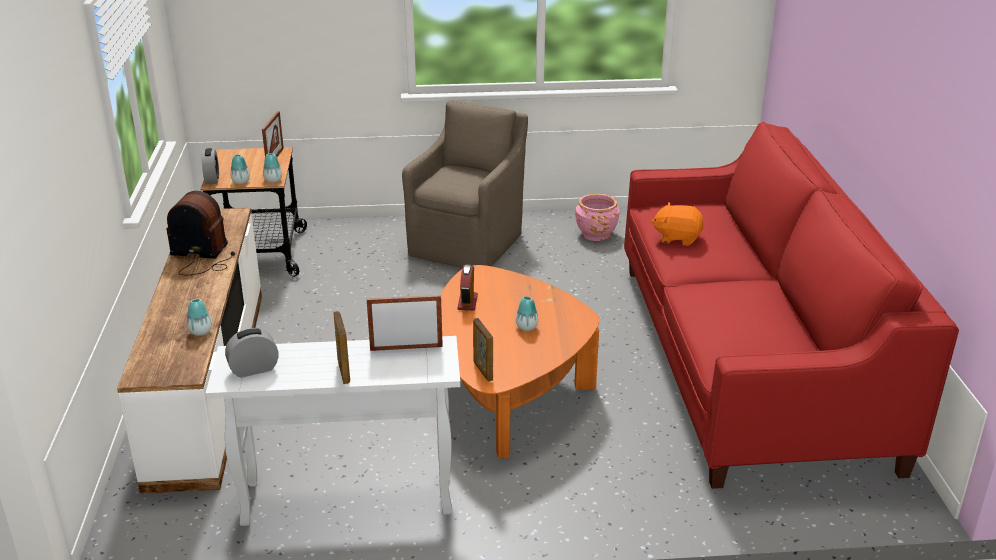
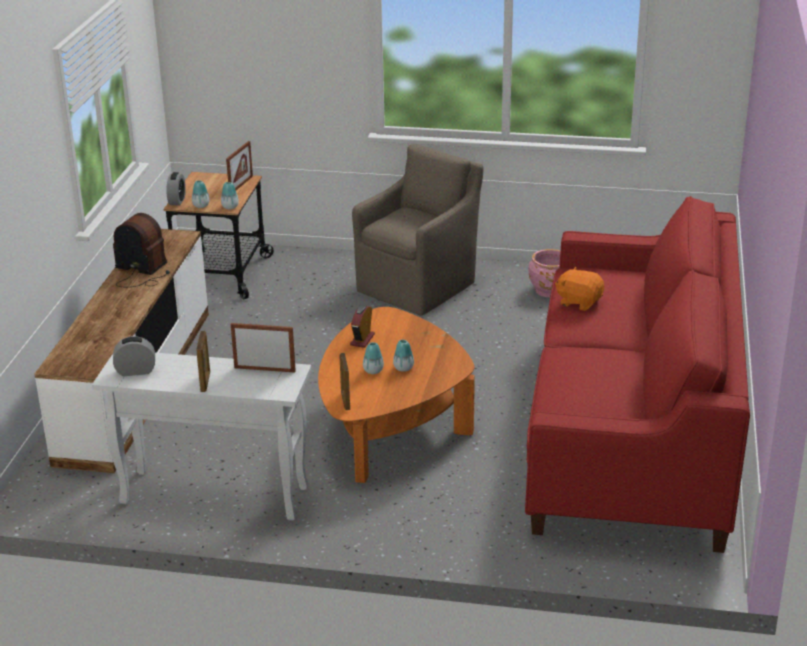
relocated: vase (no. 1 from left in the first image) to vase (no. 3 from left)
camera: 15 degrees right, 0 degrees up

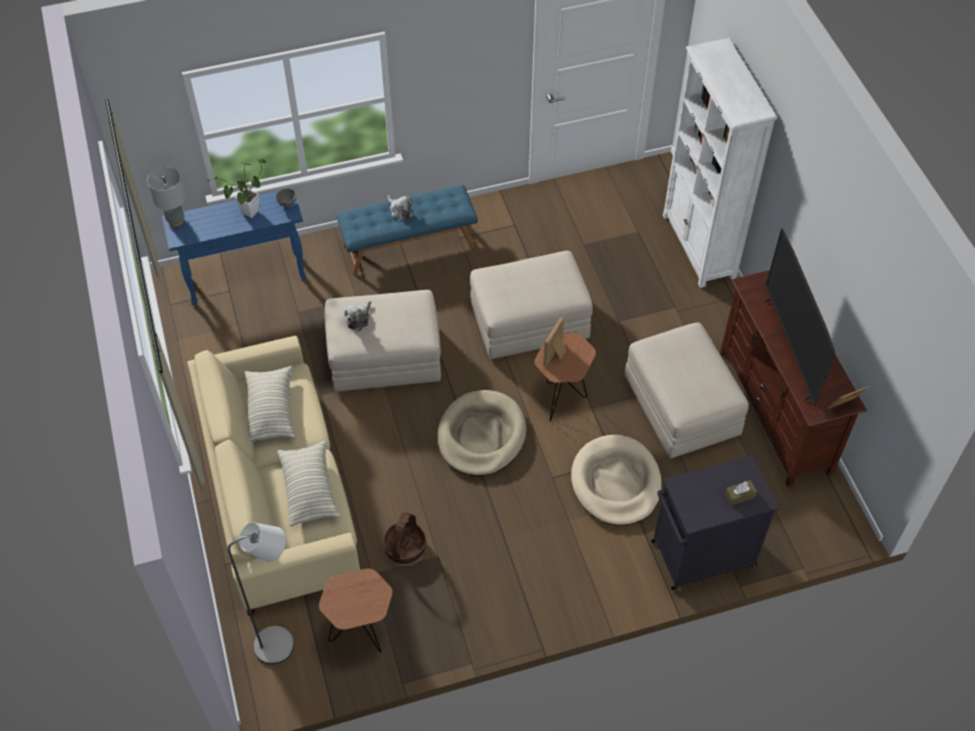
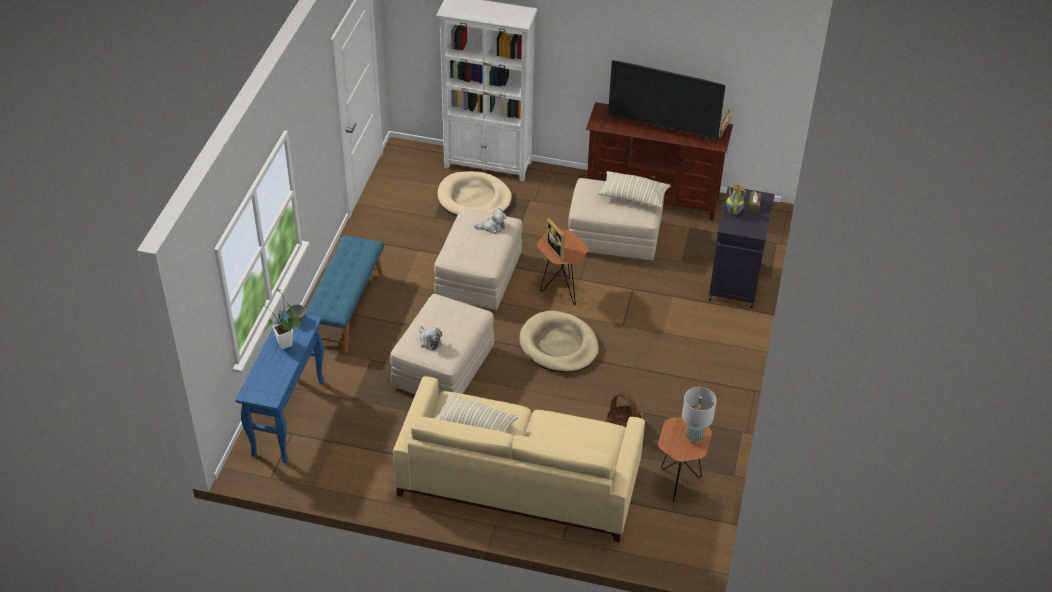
missing: lampadaire [gris]
appeared: vase
relocated: lampe de table [gris]; coussin (no. 2 from left); peluche (no. 2 from left); panier pour chien [beige] (no. 2 from left in the first image) to panier pour chien [beige] (no. 1 from left)
camera: 60 degrees left, 10 degrees down

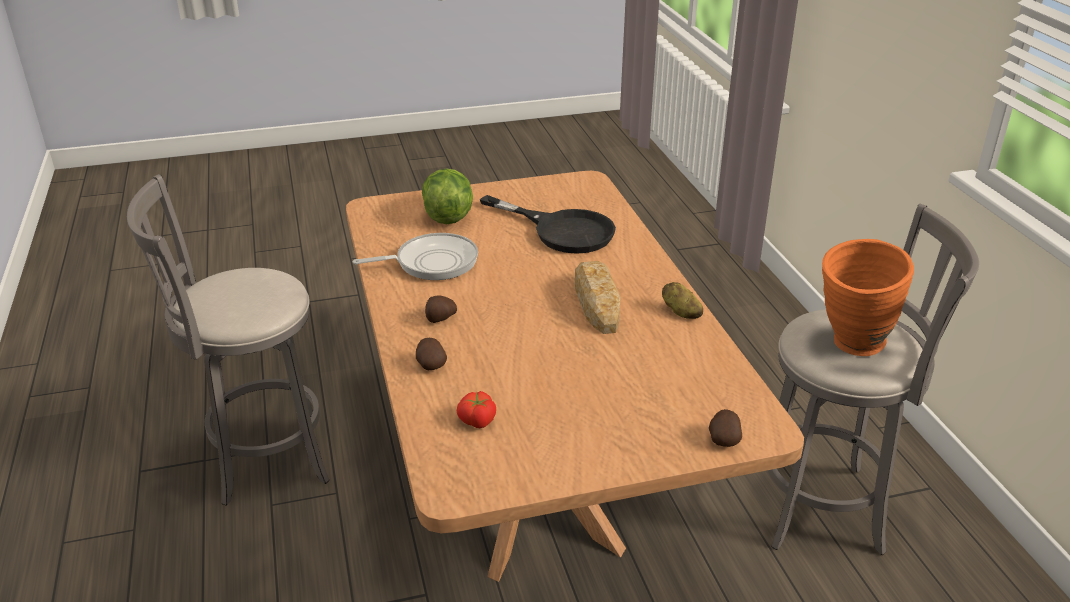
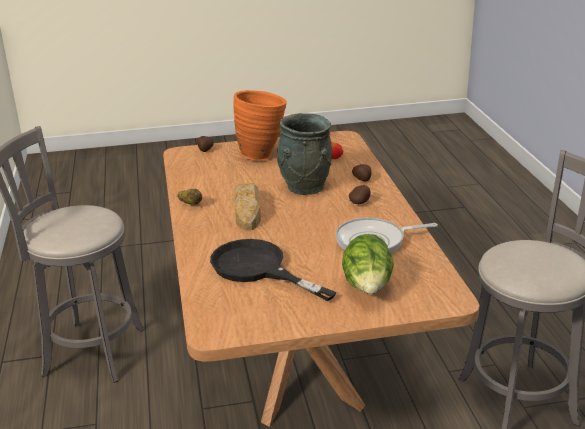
appeared: vase [gris]
relocated: vase [orange]
camera: 175 degrees left, 5 degrees down

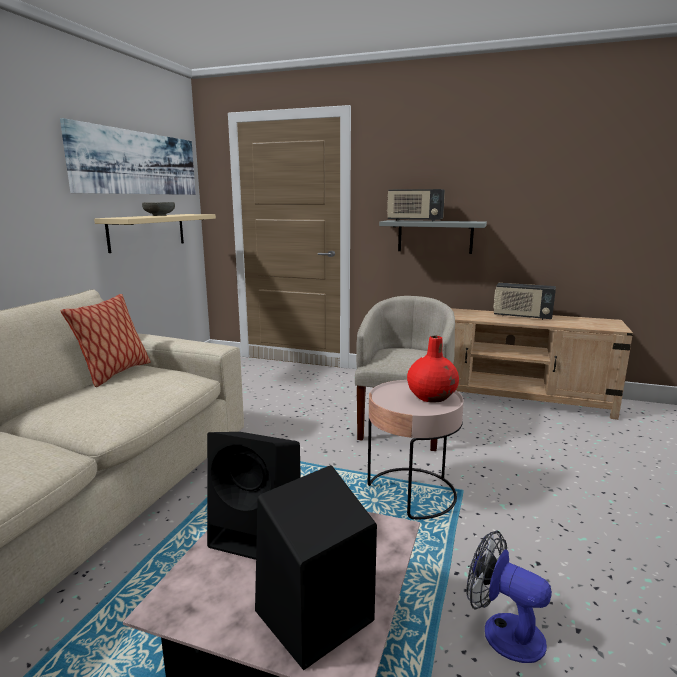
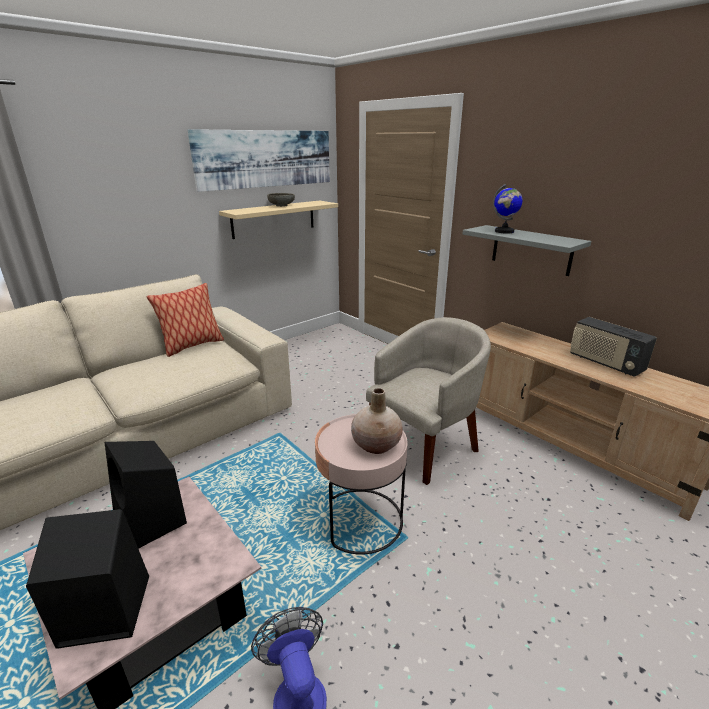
exchanged: radio (no. 1 from left) to globe
colour: vase [rouge] to vase [beige]
camera: 30 degrees right, 10 degrees up

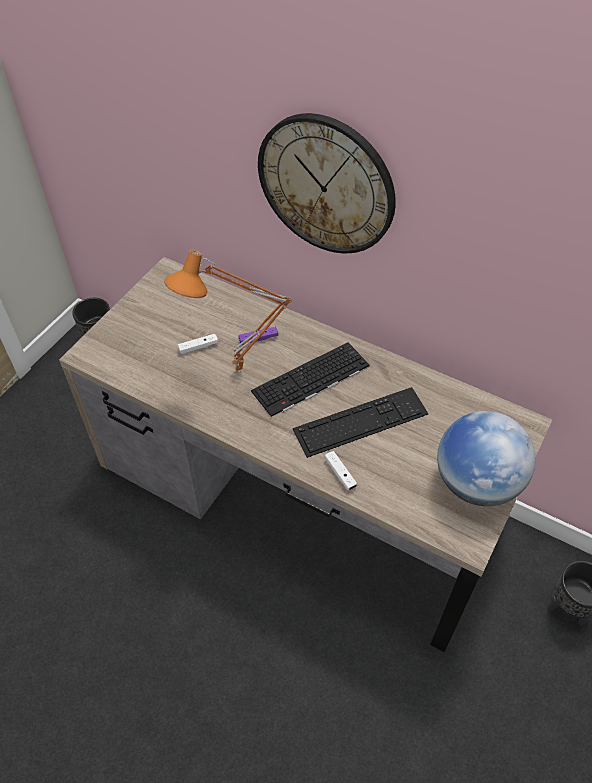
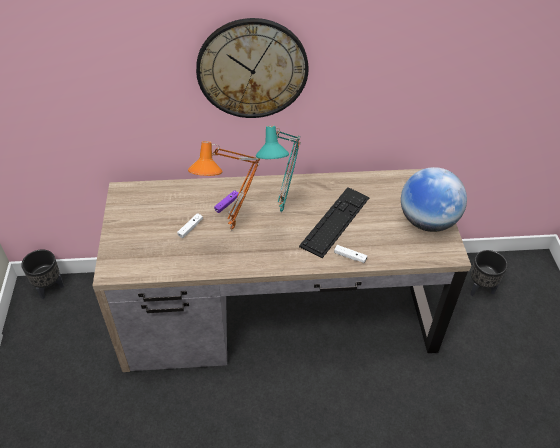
exchanged: clavier (no. 1 from left) to lampe de table [turquoise]
camera: 35 degrees left, 5 degrees down

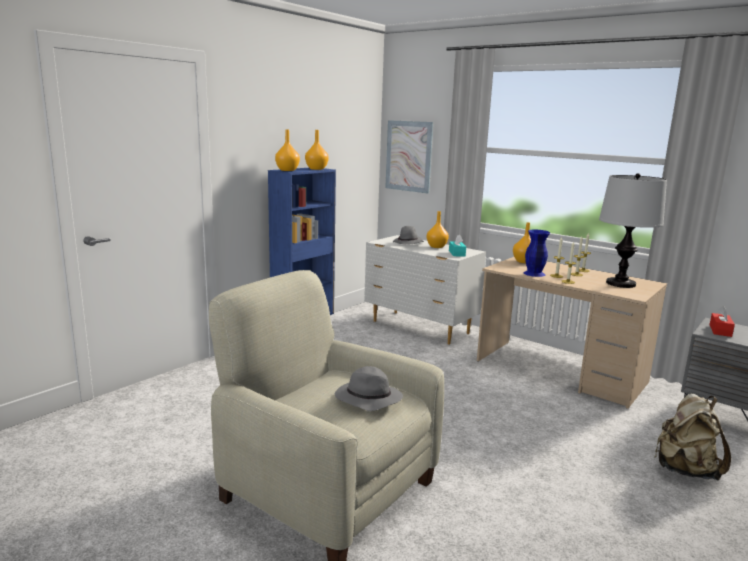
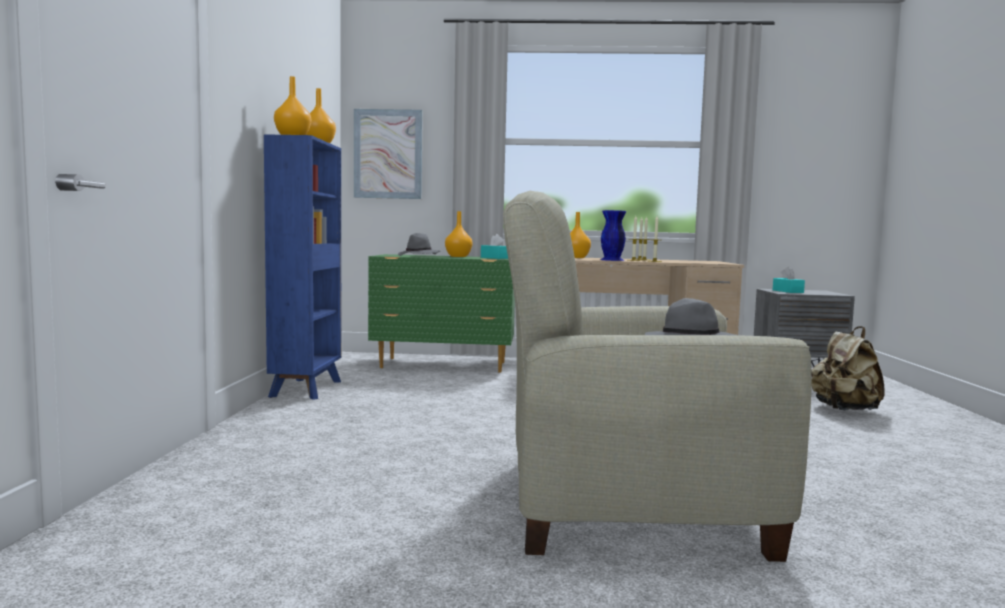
missing: lampe de table
colour: commode [blanc] to commode [vert]; boîte à mouchoirs [rouge] to boîte à mouchoirs [turquoise] (no. 2 from left)
camera: 35 degrees left, 10 degrees down

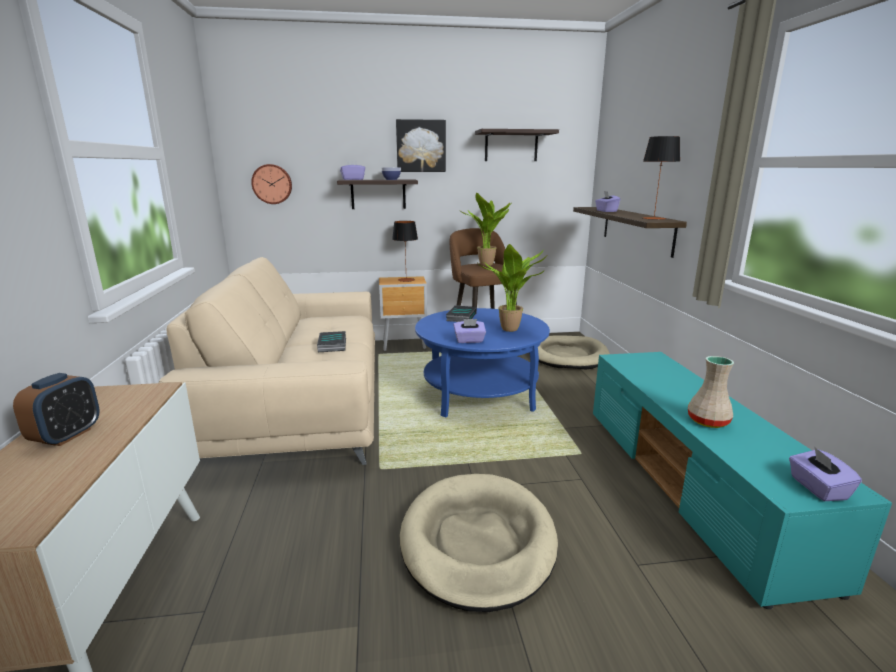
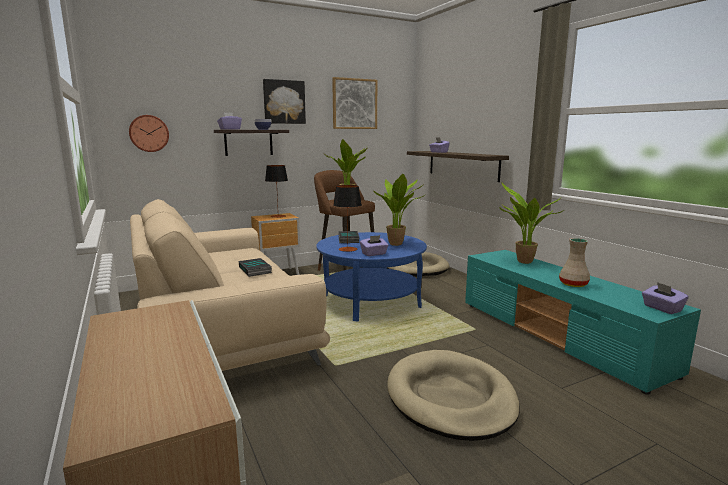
missing: réveil
appeared: plante en pot (no. 3 from left)
relocated: lampe de table (no. 2 from left)
exchanged: étagère (no. 2 from left) to tableau (no. 2 from left)
camera: 20 degrees left, 5 degrees down

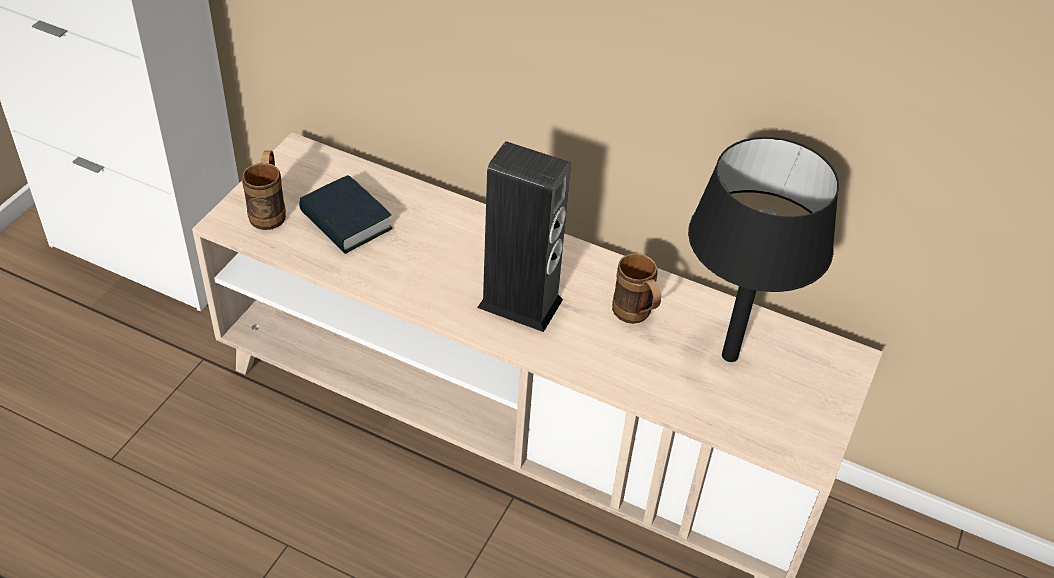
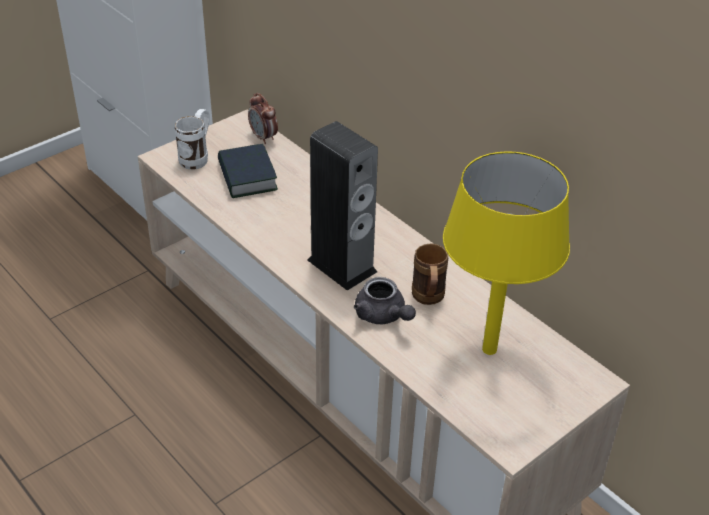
appeared: réveil; théière [gris]
colour: mug [marron] (no. 1 from left) to mug [blanc]; lampe de table [noir] to lampe de table [jaune]
camera: 25 degrees right, 5 degrees down

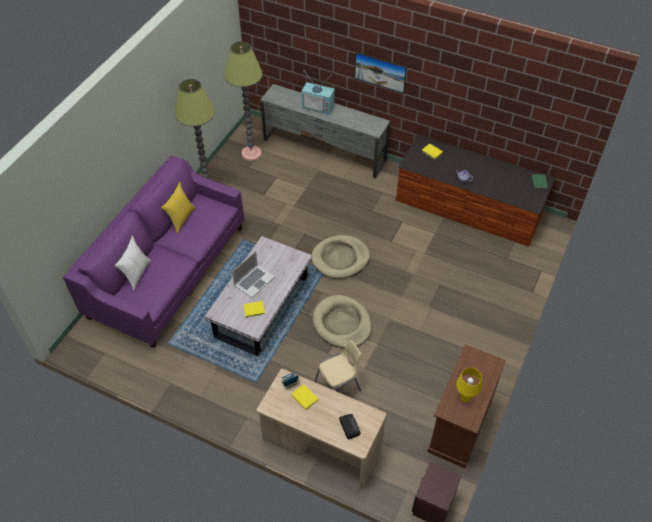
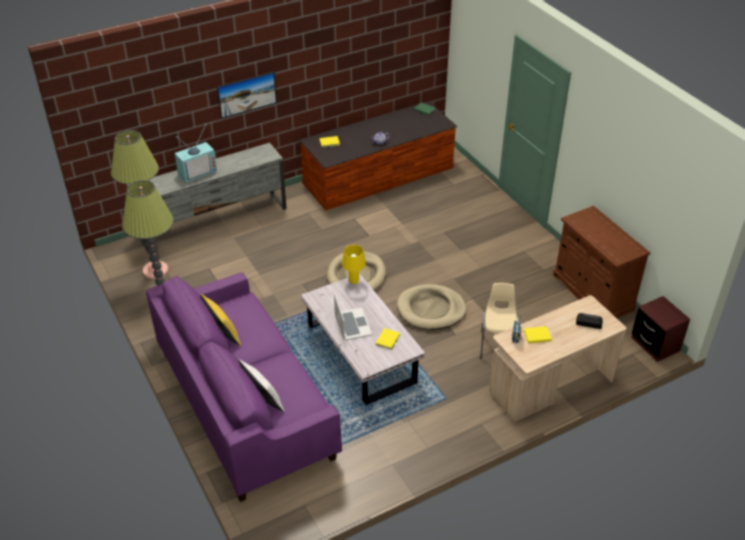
relocated: lampe de table [jaune]
camera: 55 degrees left, 10 degrees down

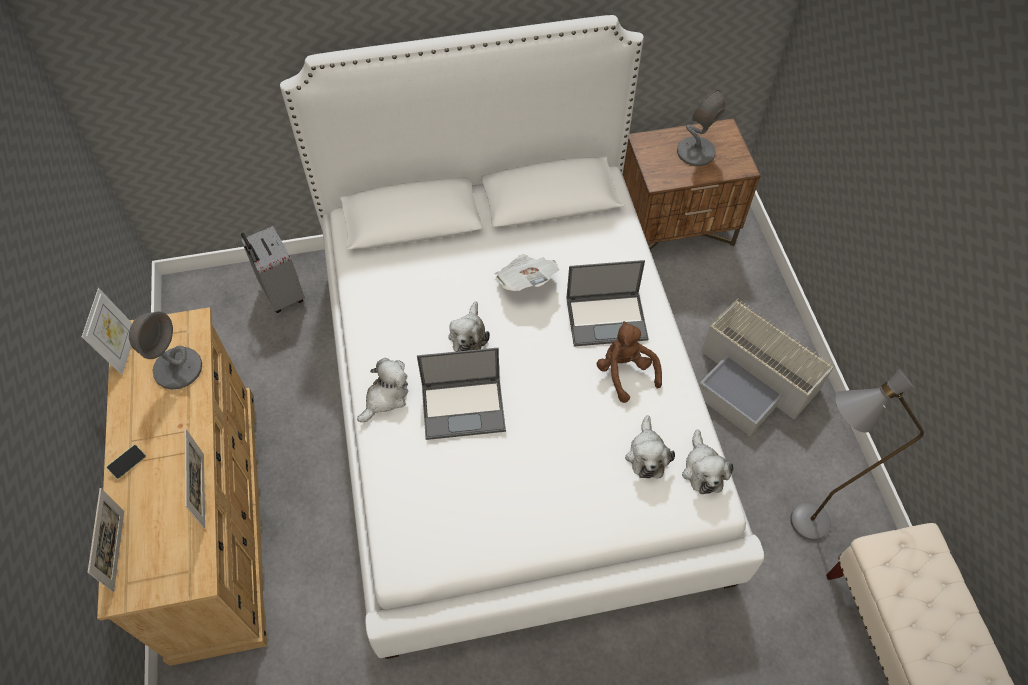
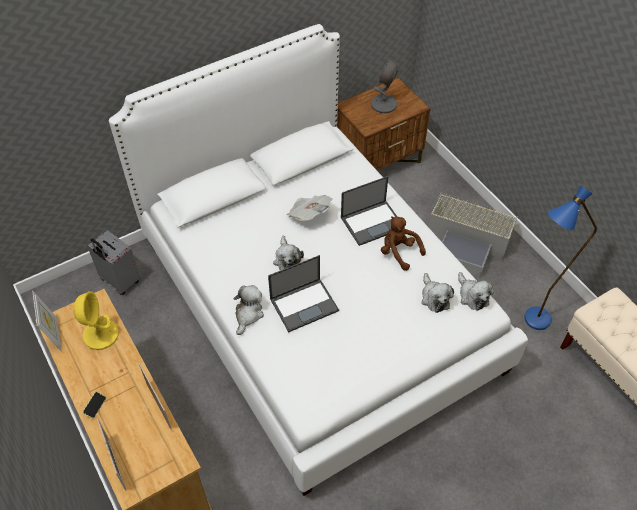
colour: lampe de table [gris] (no. 1 from left) to lampe de table [jaune]; lampadaire [gris] to lampadaire [bleu]
camera: 20 degrees left, 5 degrees down

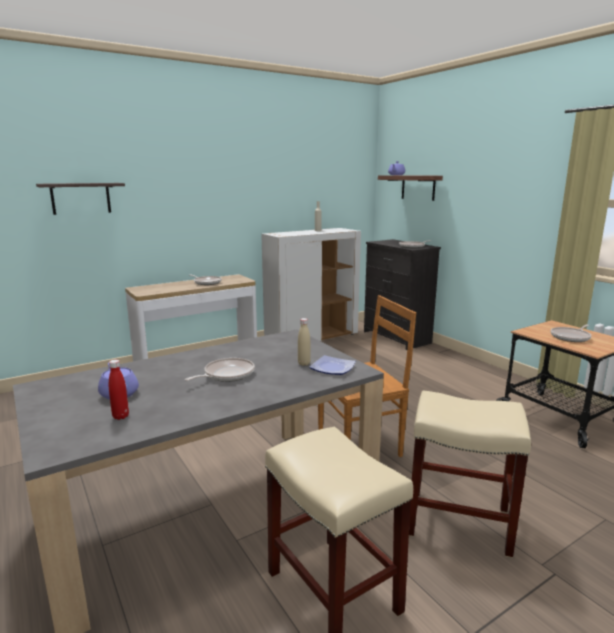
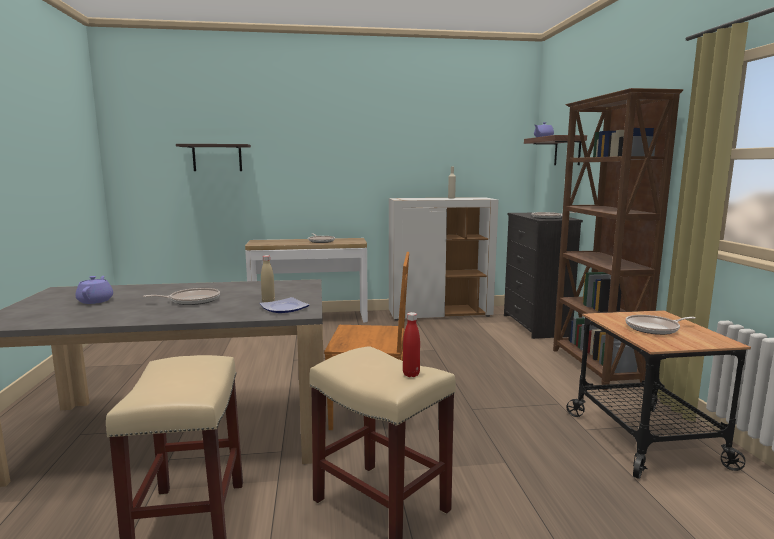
appeared: bibliothèque [marron]
relocated: bouteille [rouge]
camera: 25 degrees right, 5 degrees down

